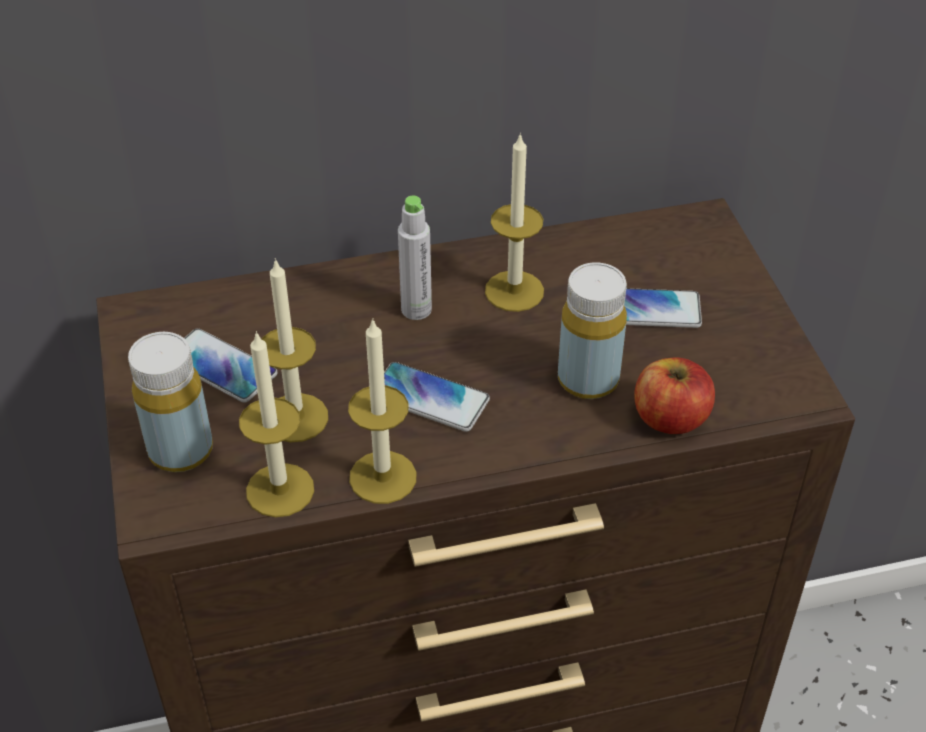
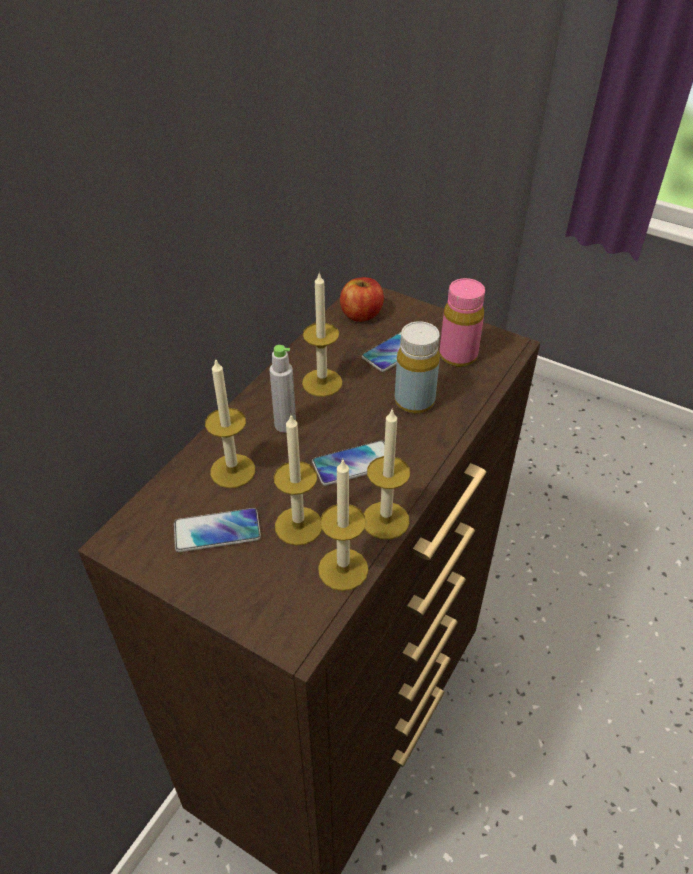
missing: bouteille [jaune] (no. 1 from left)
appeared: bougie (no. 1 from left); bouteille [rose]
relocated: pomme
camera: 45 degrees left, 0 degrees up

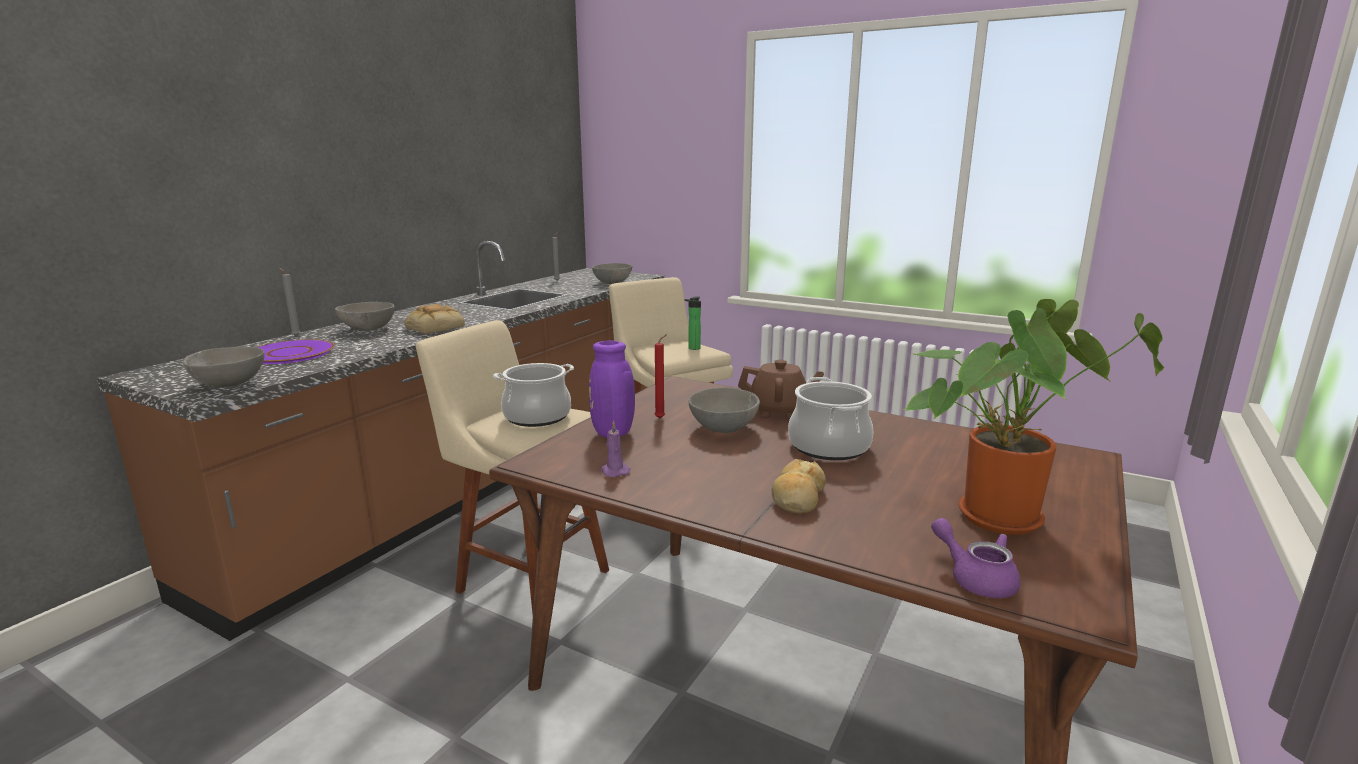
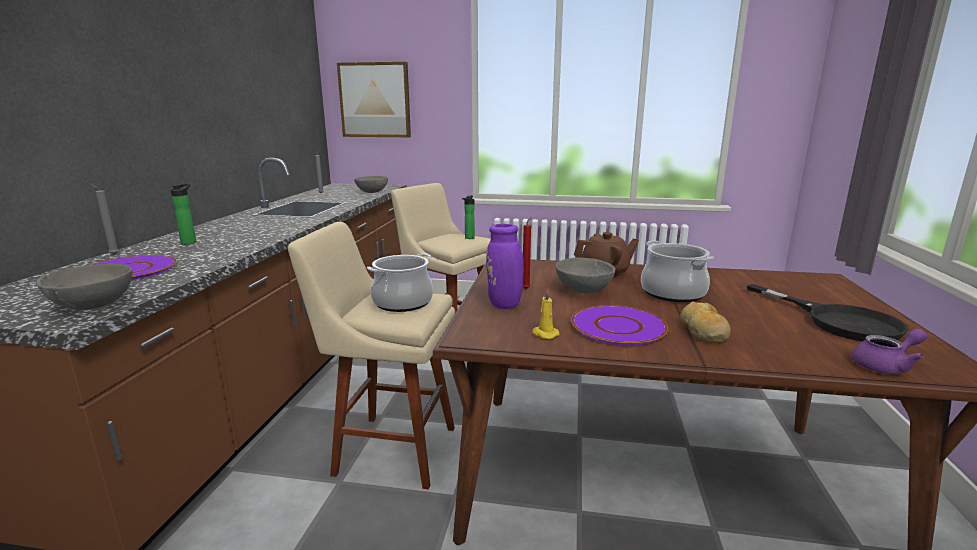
missing: pain (no. 1 from left)
appeared: tableau; assiette [violet] (no. 2 from left)
exchanged: bol [gris] (no. 2 from left) to bouteille (no. 1 from left); plante en pot to poêle [noir]
colour: bougie [violet] to bougie [jaune]
spun: théière [violet] 135 degrees clockwise
camera: 20 degrees left, 0 degrees up

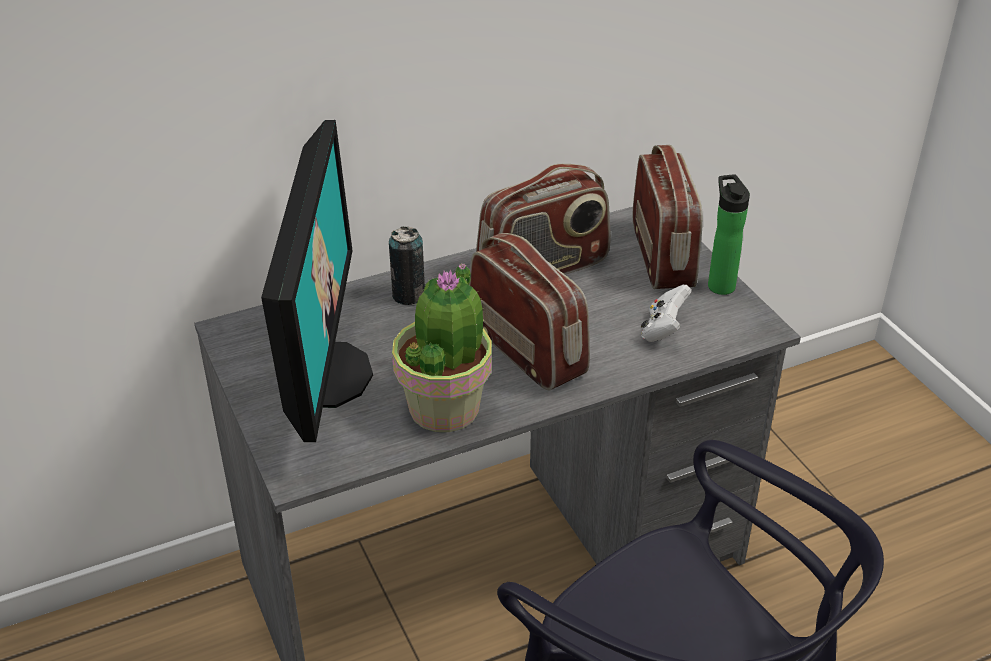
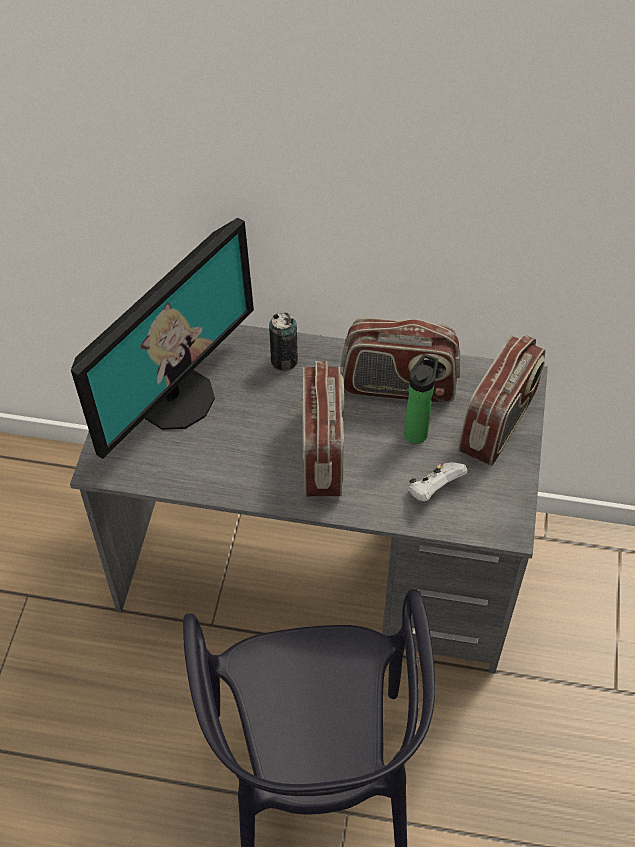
missing: plante en pot
relocated: bouteille
camera: 35 degrees right, 15 degrees up

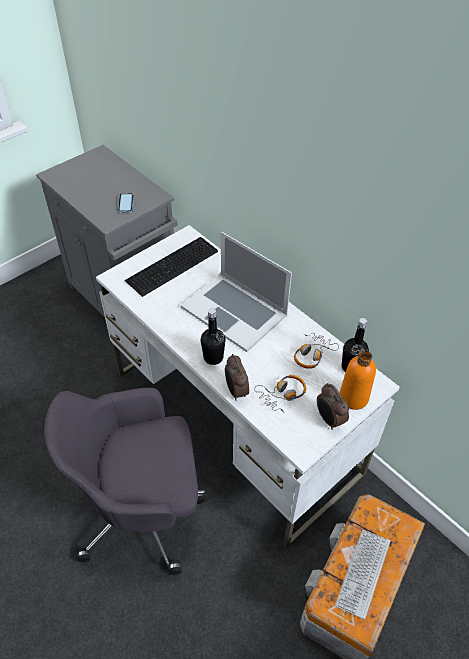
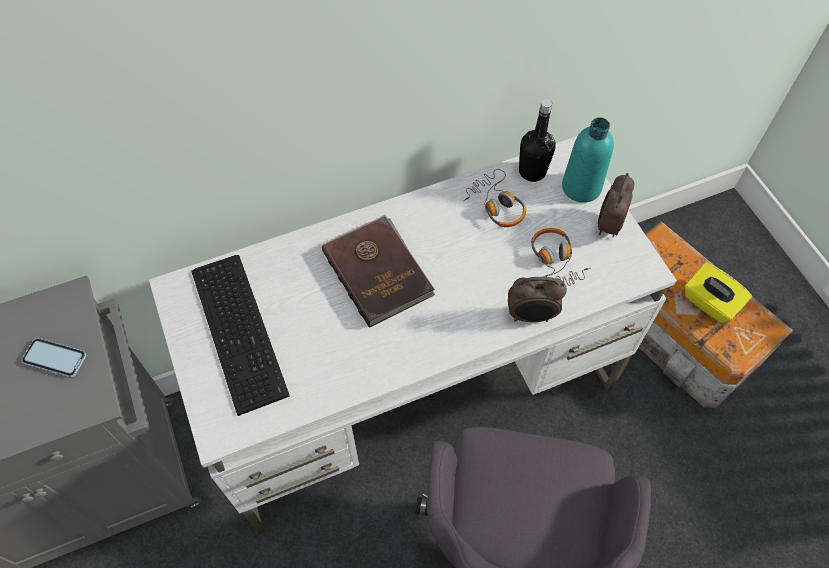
missing: bouteille [noir] (no. 1 from left)
exchanged: ordinateur portable to livre [marron]; clavier (no. 2 from left) to boîte à mouchoirs [jaune]
colour: bouteille [orange] to bouteille [turquoise]
spun: réveil (no. 2 from left) 120 degrees clockwise
camera: 70 degrees left, 10 degrees up

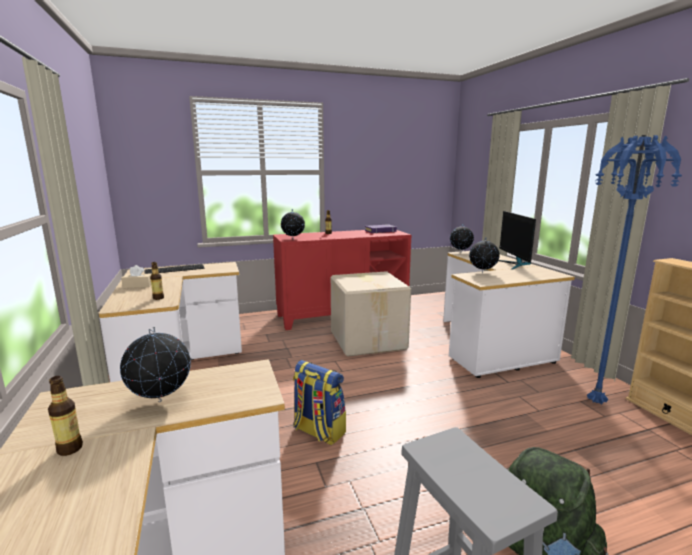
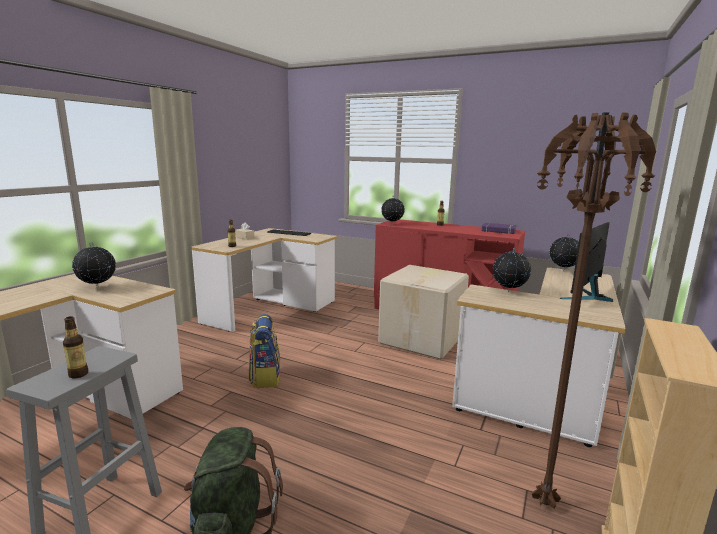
relocated: bouteille (no. 1 from left)
colour: lampadaire [bleu] to lampadaire [marron]
camera: 45 degrees right, 0 degrees up

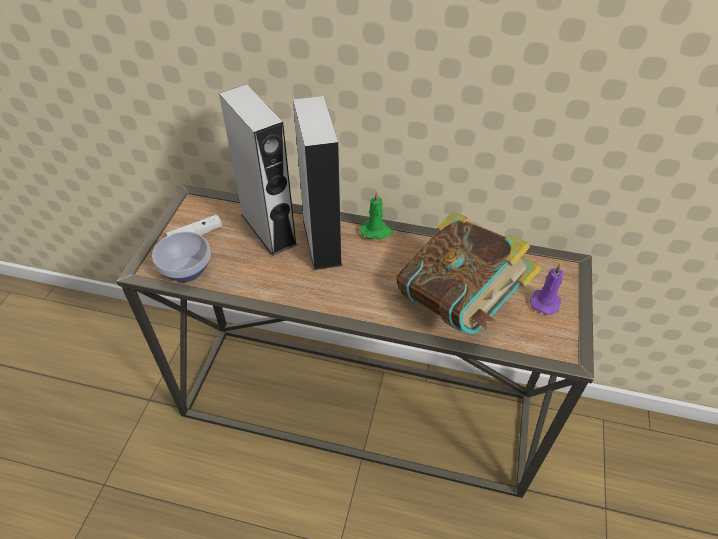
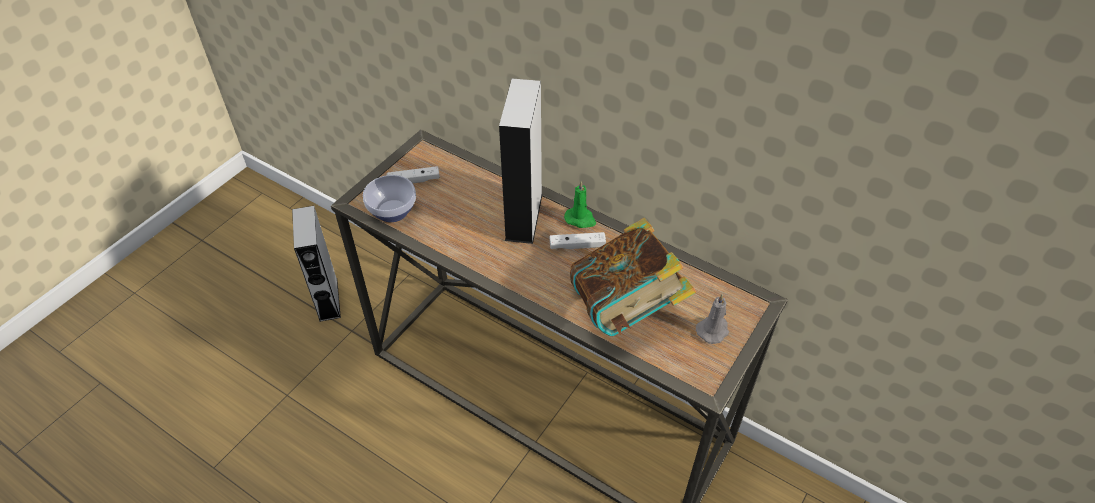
appeared: manette [blanc] (no. 2 from left)
relocated: enceinte [gris] (no. 1 from left)
colour: bougie [violet] to bougie [gris]
camera: 20 degrees right, 0 degrees up

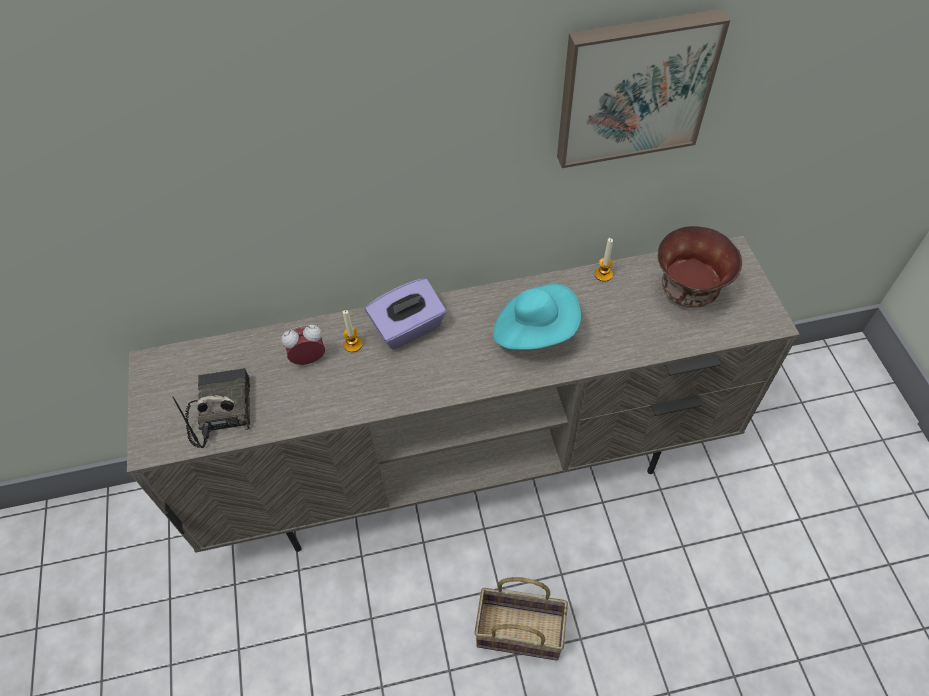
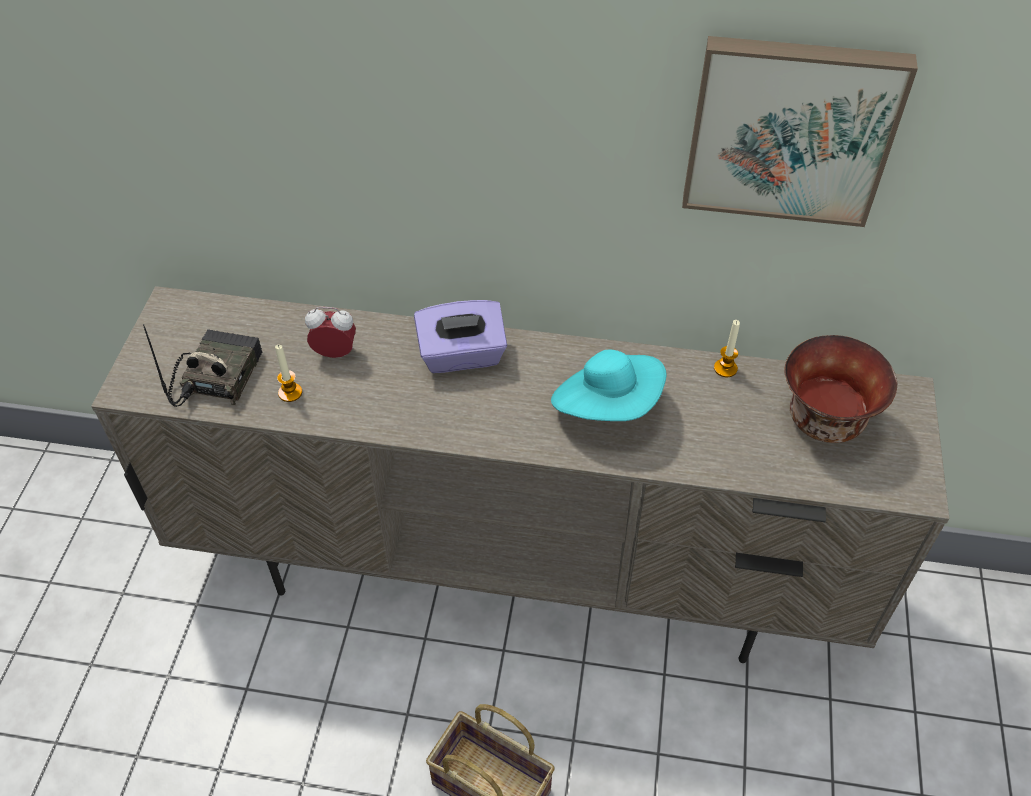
relocated: bougie (no. 1 from left)
camera: 20 degrees right, 5 degrees down

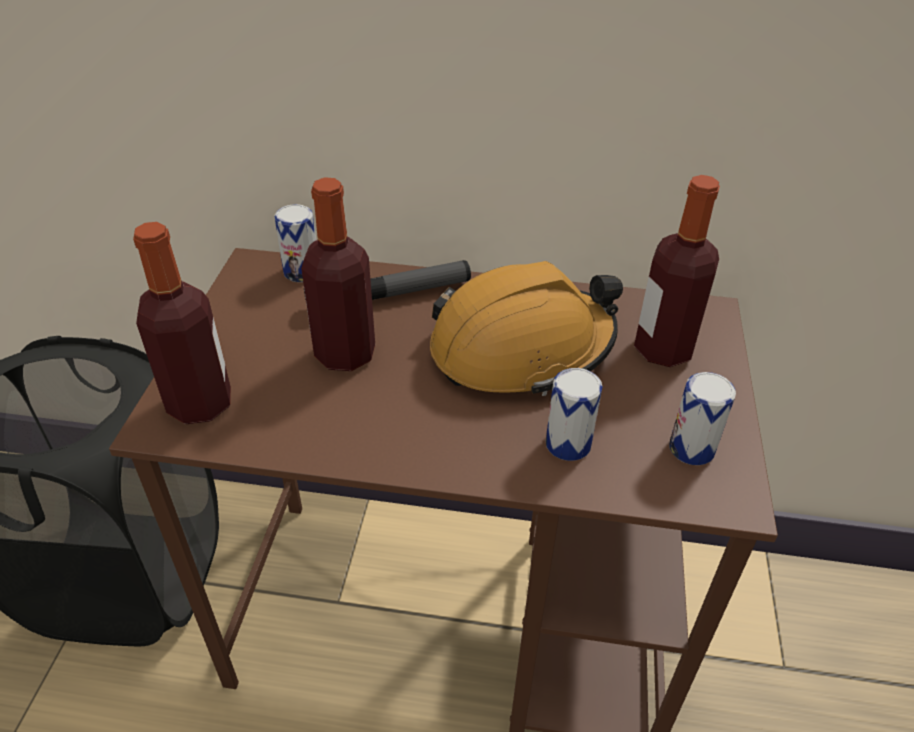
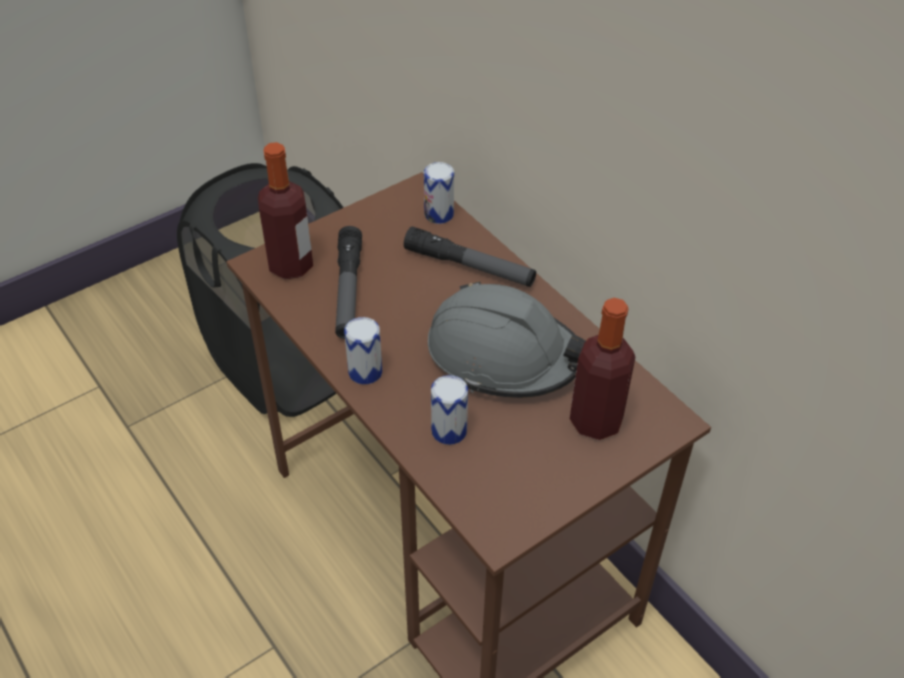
missing: bouteille (no. 2 from left)
appeared: lampe de poche (no. 1 from left)
relocated: boîte métallique (no. 3 from left in the first image) to boîte métallique (no. 1 from left)
colour: casque de chantier [orange] to casque de chantier [gris]
camera: 45 degrees right, 5 degrees up

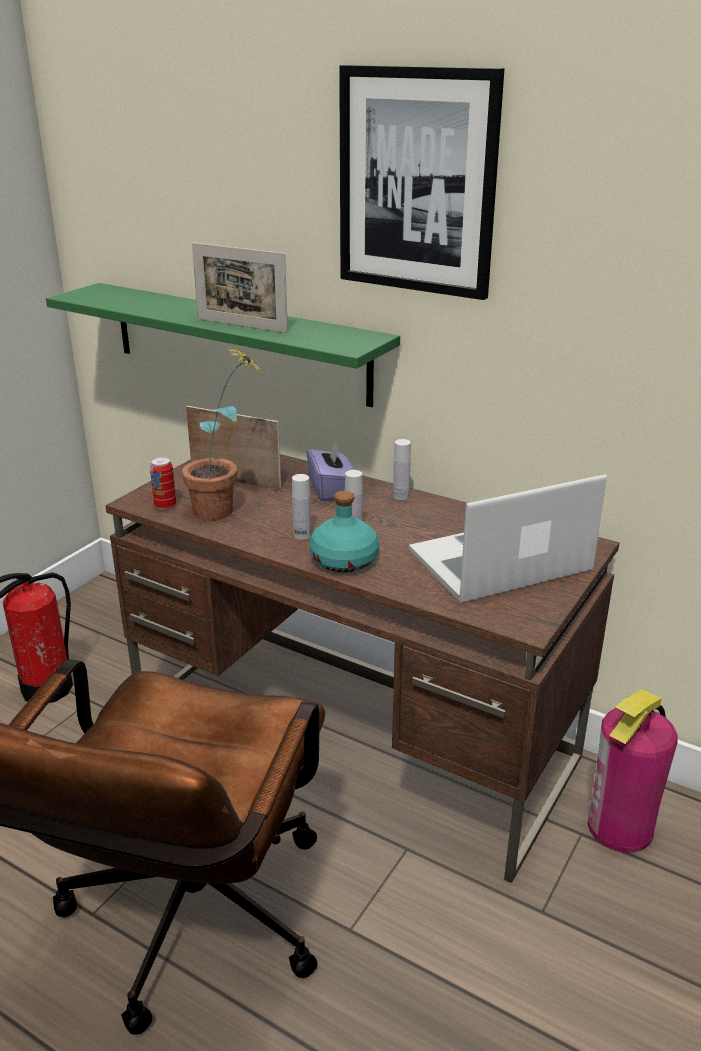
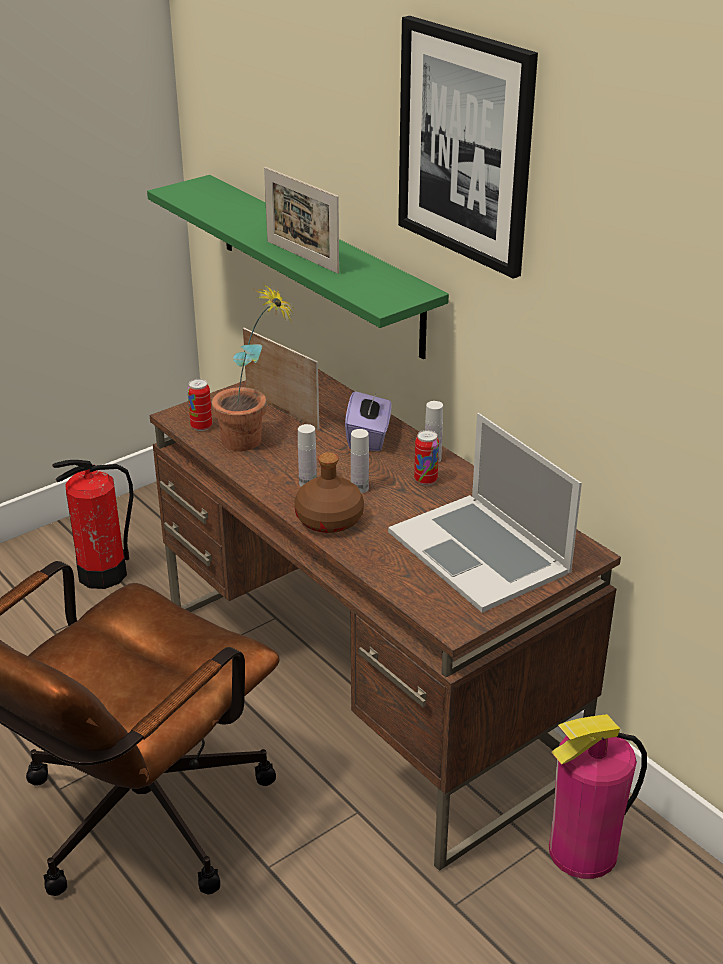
appeared: boîte métallique (no. 2 from left)
colour: bouteille [turquoise] to bouteille [marron]
spun: ordinateur portable 120 degrees counterclockwise
camera: 20 degrees right, 5 degrees up

